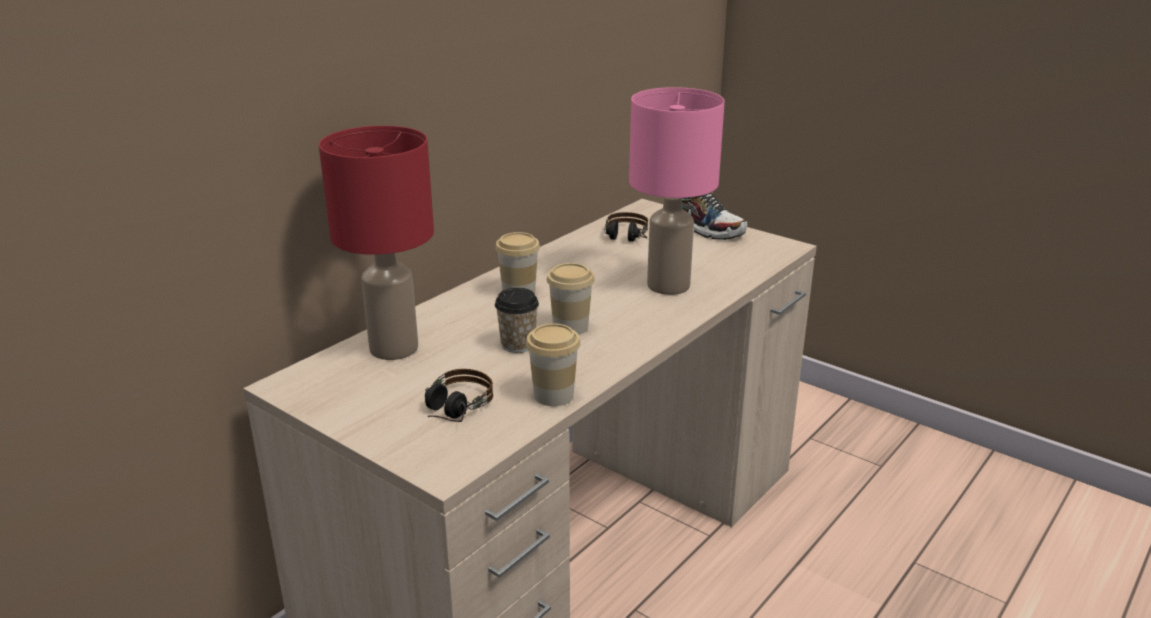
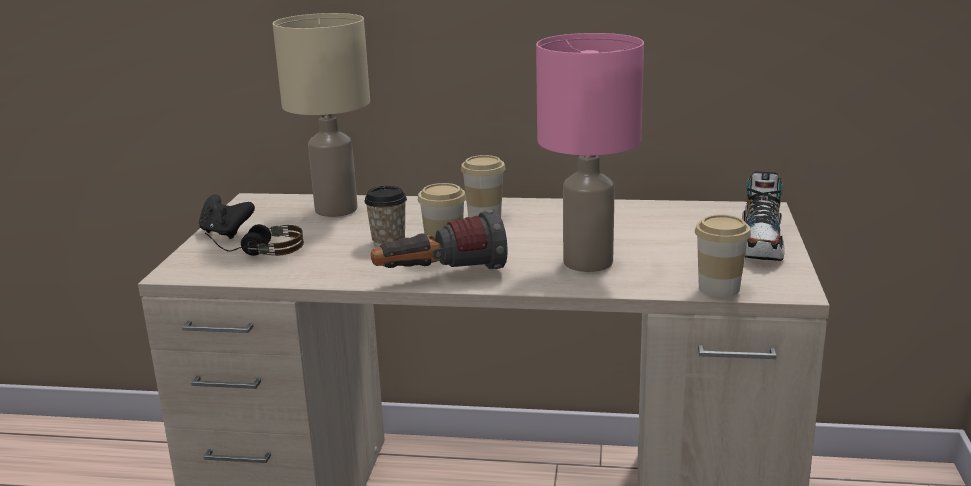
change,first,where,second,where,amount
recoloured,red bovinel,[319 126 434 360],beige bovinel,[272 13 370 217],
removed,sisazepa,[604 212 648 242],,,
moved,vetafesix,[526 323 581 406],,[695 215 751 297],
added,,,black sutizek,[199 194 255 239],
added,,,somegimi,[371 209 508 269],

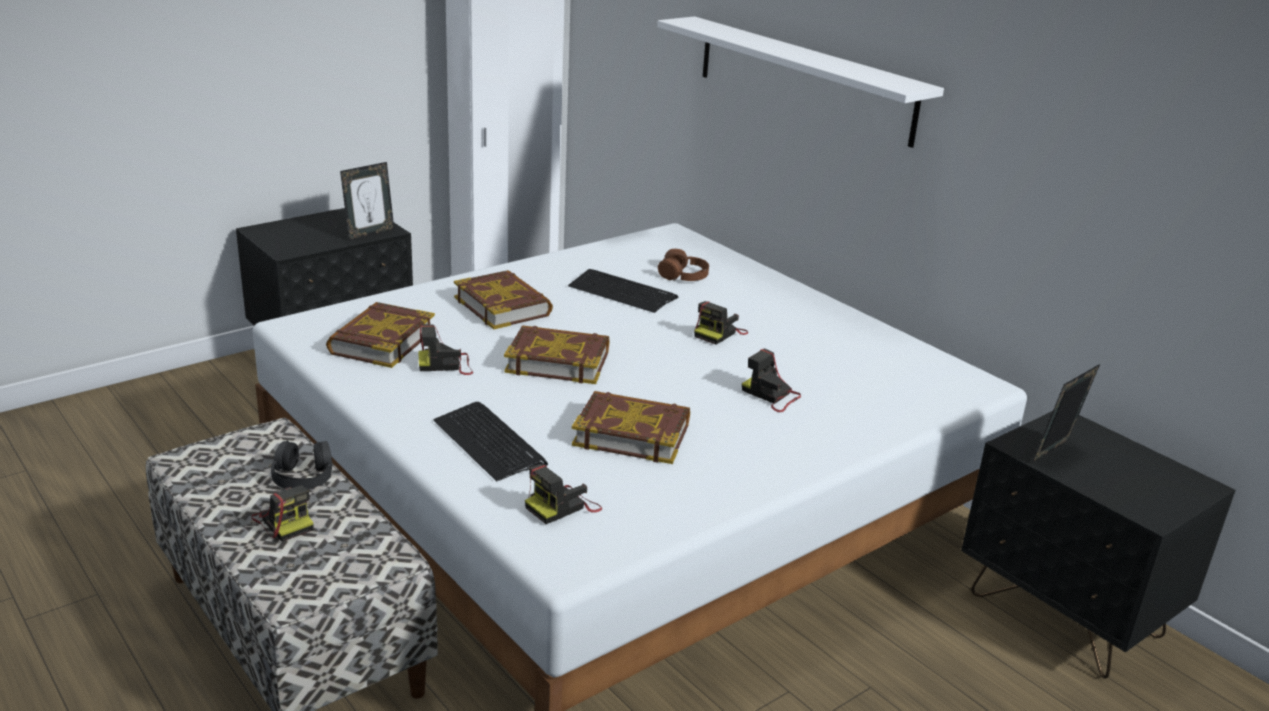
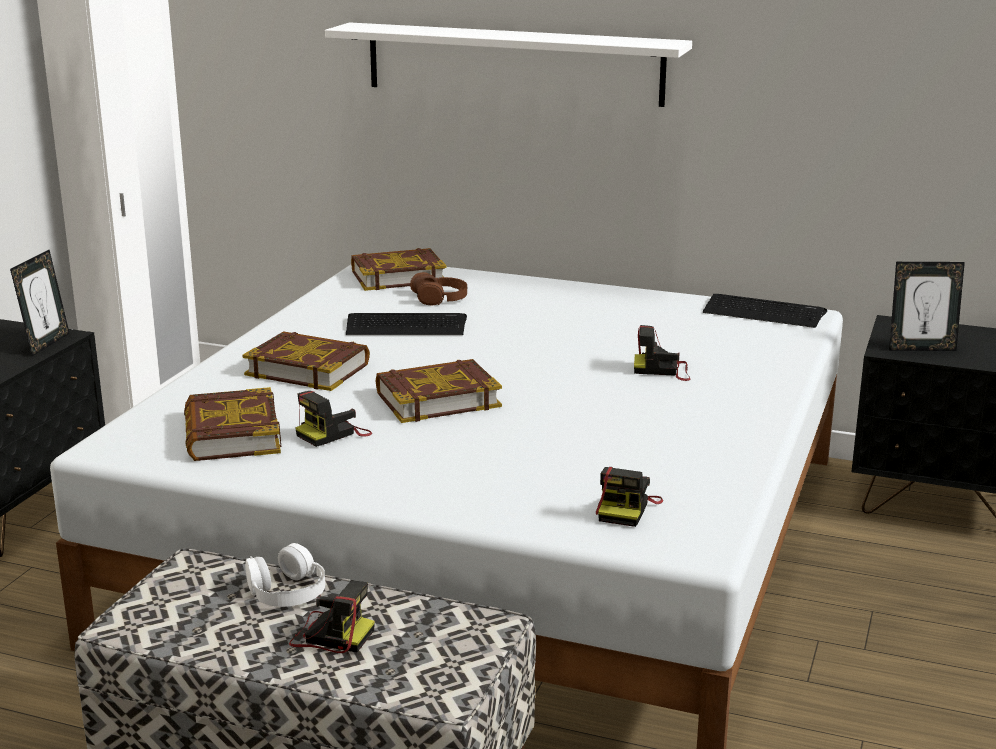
change,first,where,second,where,amount
removed,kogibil,[694 301 748 344],,,
turned,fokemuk,[1032 364 1100 463],,[889 262 965 351],105 degrees counterclockwise
moved,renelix,[572 391 690 464],,[351 248 446 291],
moved,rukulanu,[433 402 548 481],,[703 294 827 328],
recoloured,black sisazepa,[271 440 332 489],white sisazepa,[245 543 325 607],

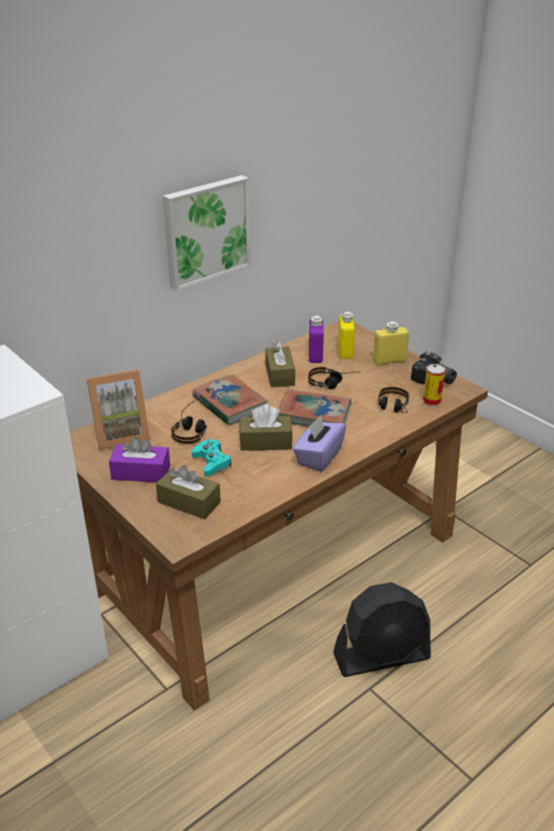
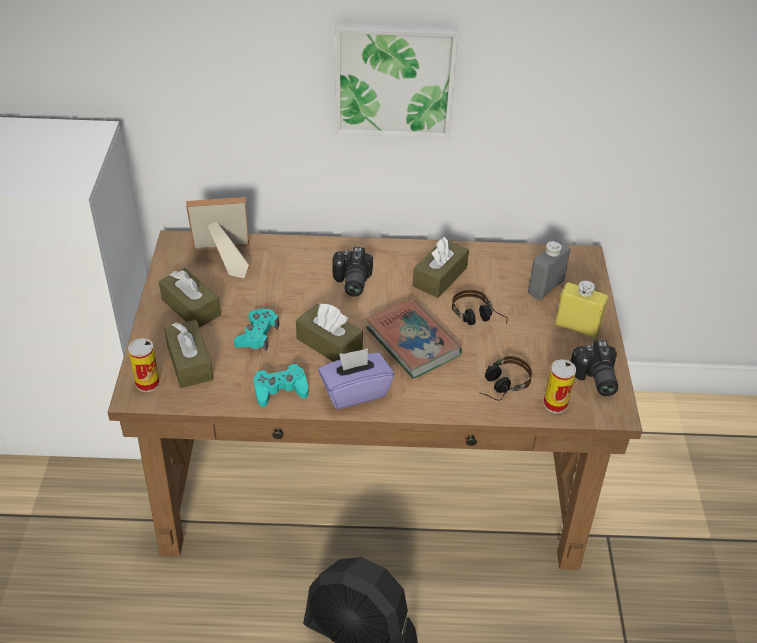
change,first,where,second,where,amount
recoloured,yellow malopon,[338 312 355 359],grey malopon,[528 241 571 300],
removed,purple malopon,[309 316 324 363],,,
turned,fokemuk,[86 369 151 450],,[186 197 249 278],150 degrees clockwise
replaced,renelix,[192 375 268 425],kogibil,[332 247 373 297],
removed,sisazepa,[171 401 207 444],,,
recoloured,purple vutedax,[109 436 170 483],brown vutedax,[159 268 221 328],
added,,,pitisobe,[128 338 160 392],
added,,,turquoise sutizek,[254 364 308 407],

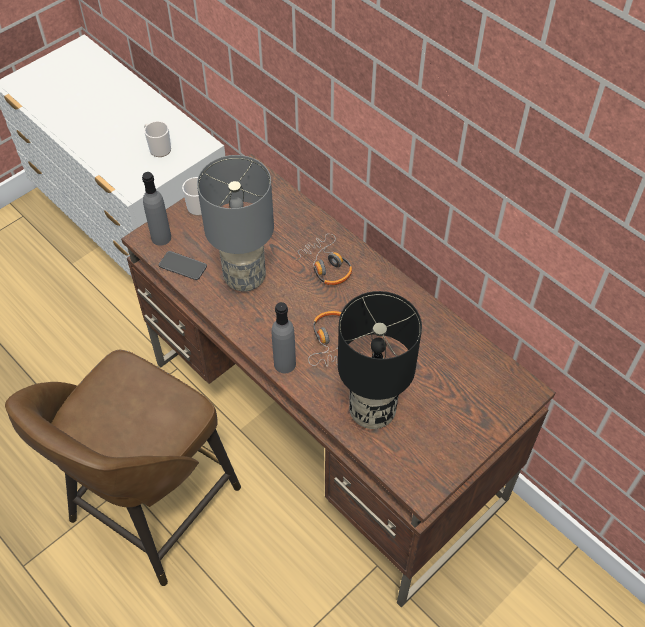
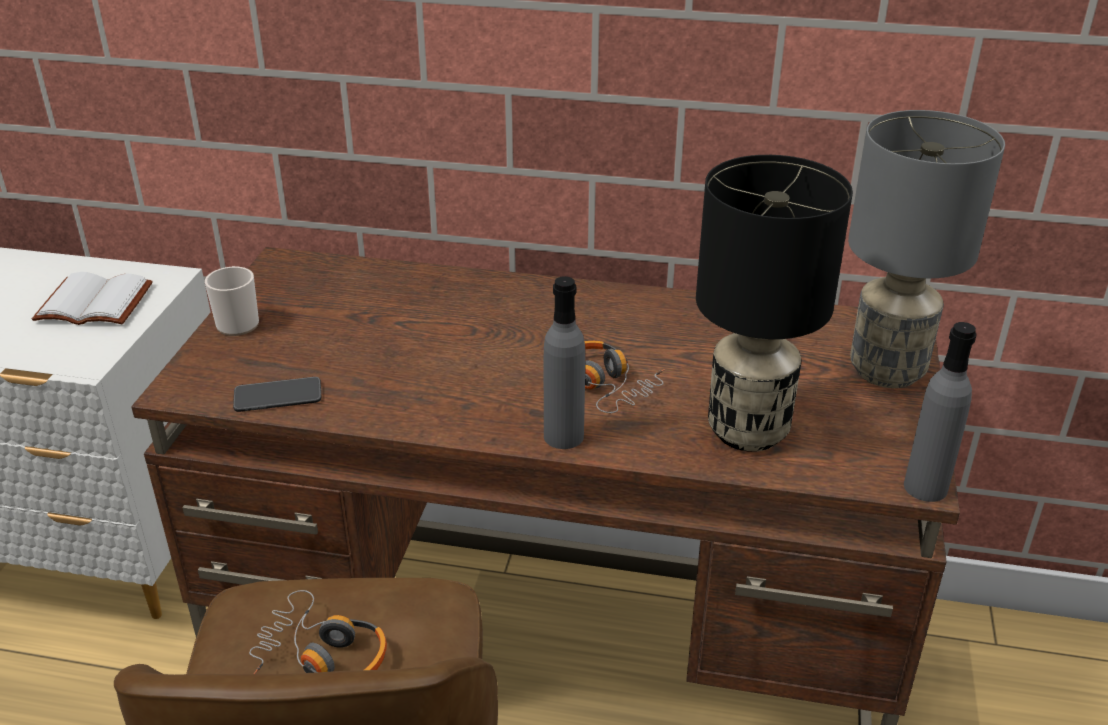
change,first,where,second,where,amount
replaced,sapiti,[144 121 171 157],white renelix,[32 272 153 325],
moved,grey bovinel,[197 155 274 292],,[848 110 1005 388],
moved,grey malopon,[142 172 171 246],,[904 322 976 502],
moved,sisazepa,[295 234 352 285],,[249 590 387 674],

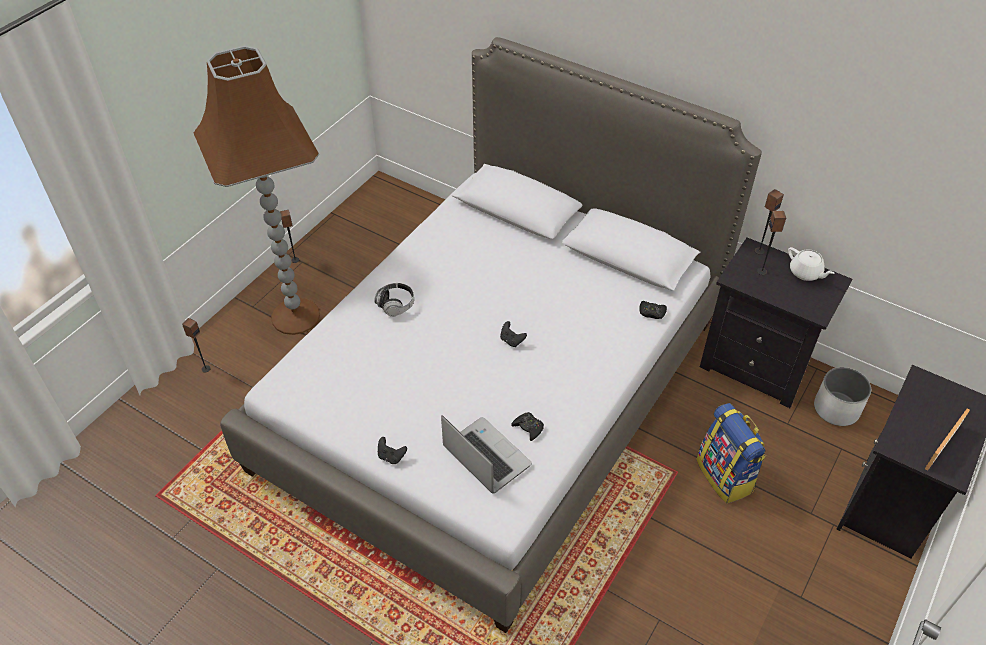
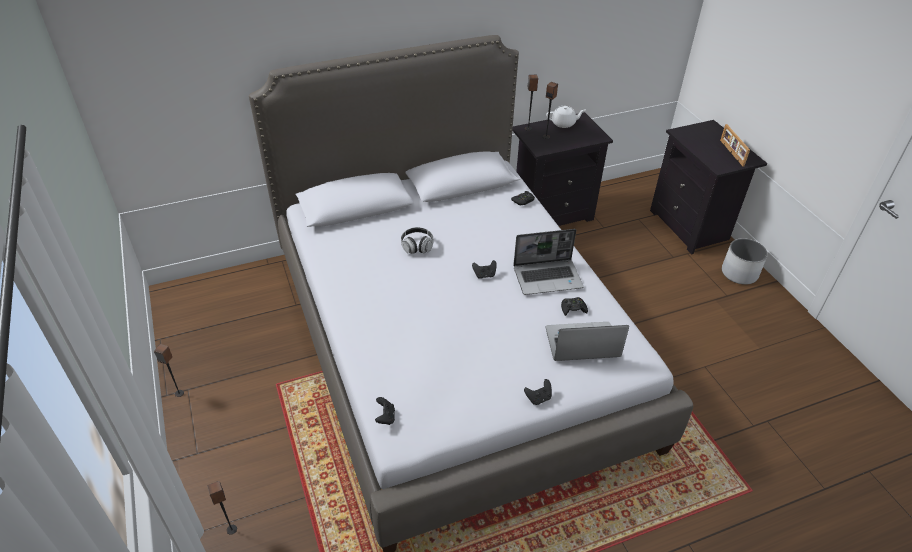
change,first,where,second,where,amount
removed,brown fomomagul,[193 45 320 335],,,
moved,sisazepa,[374 283 414 317],,[401 227 433 254],
moved,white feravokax,[814 367 871 426],,[722 238 768 285],
removed,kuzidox,[696 403 766 503],,,
added,,,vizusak,[513 229 584 295],
added,,,black sutizek,[375 397 395 425],

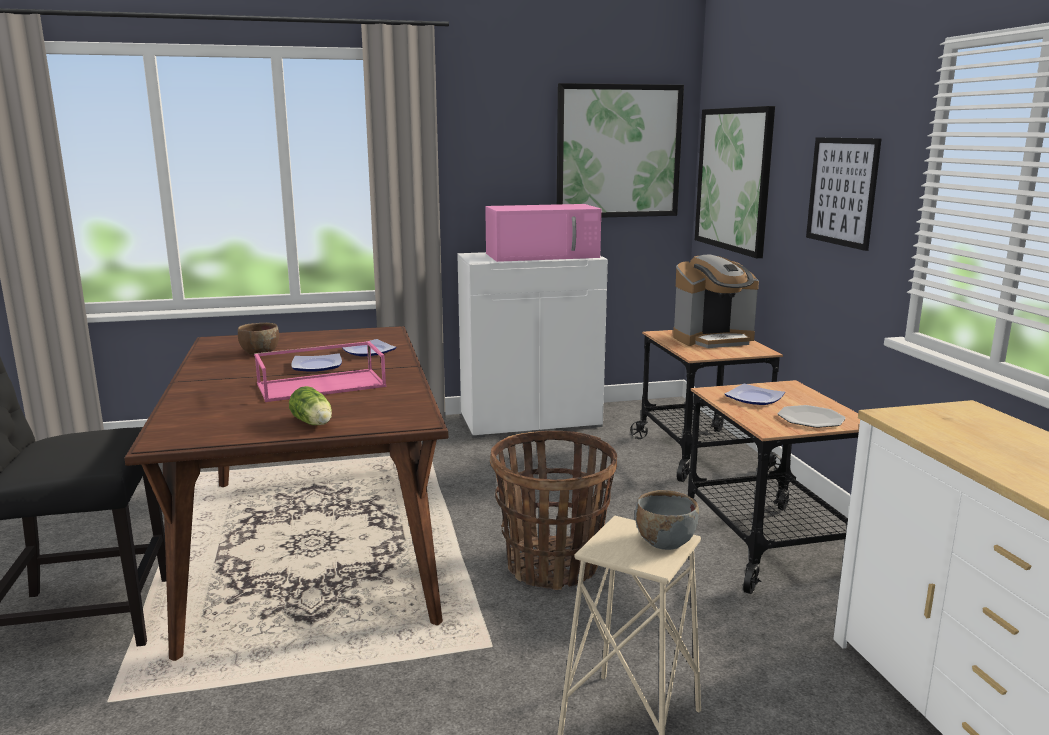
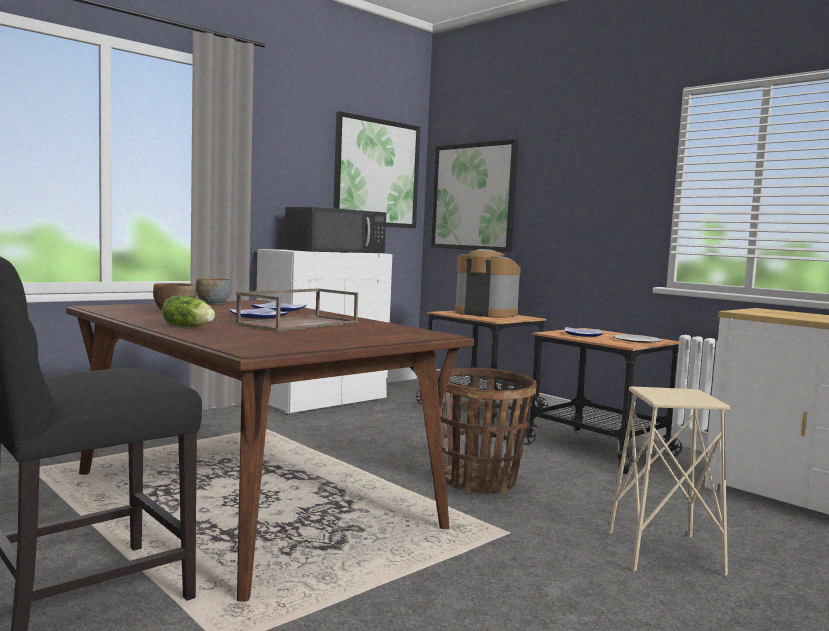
change,first,where,second,where,amount
removed,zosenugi,[806 137 881 251],,,
recoloured,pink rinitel,[485 204 601 262],black rinitel,[284 207 386 253],
turned,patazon,[673 255 759 348],,[455 249 521 318],105 degrees counterclockwise
recoloured,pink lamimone,[254 341 386 402],brown lamimone,[236 288 358 332],
moved,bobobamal,[289 386 332 425],,[162 296 215 327],
moved,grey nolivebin,[635 490 699 550],,[195 278 232 304],

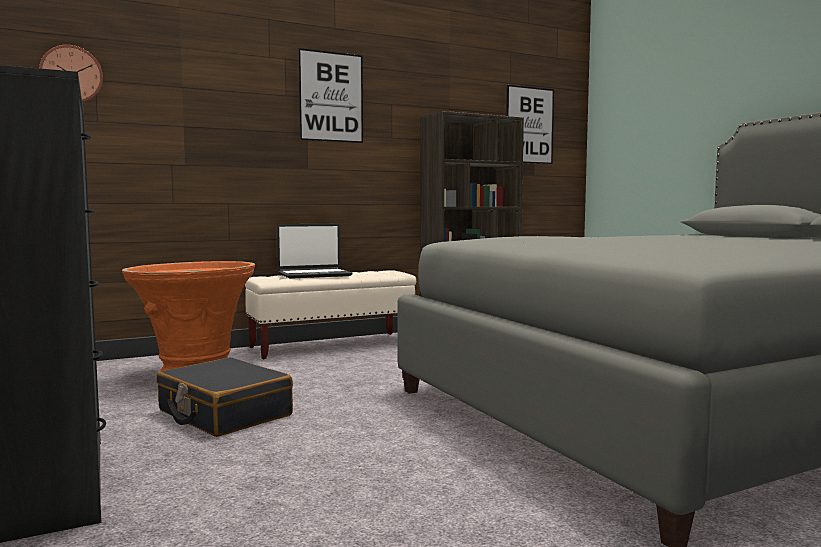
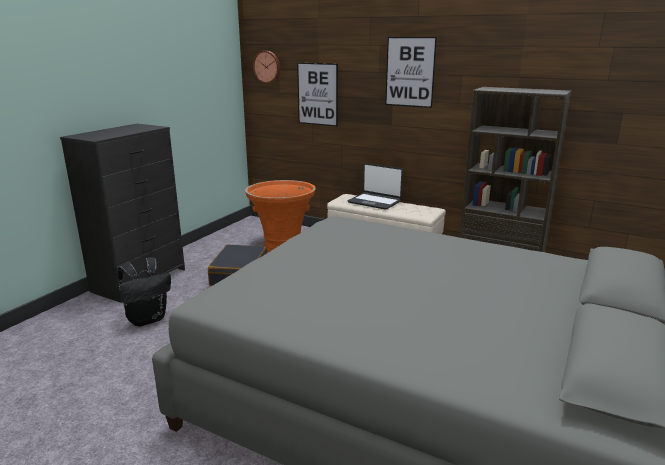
change,first,where,second,where,amount
moved,zosenugi,[506 85 554 164],,[297 63 338 126],
added,,,black kuzidox,[117 257 171 327],

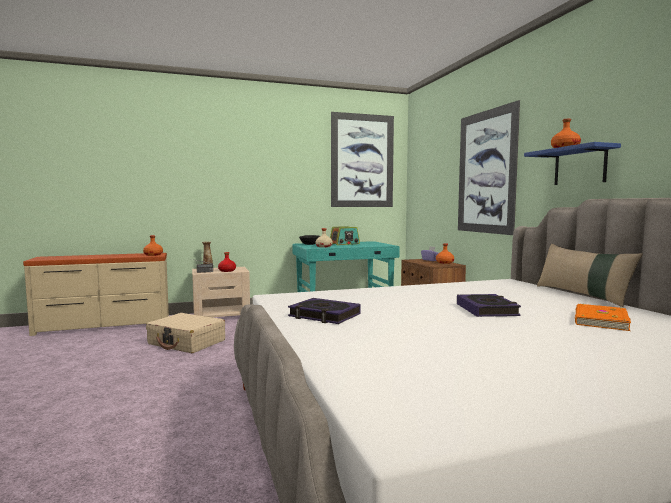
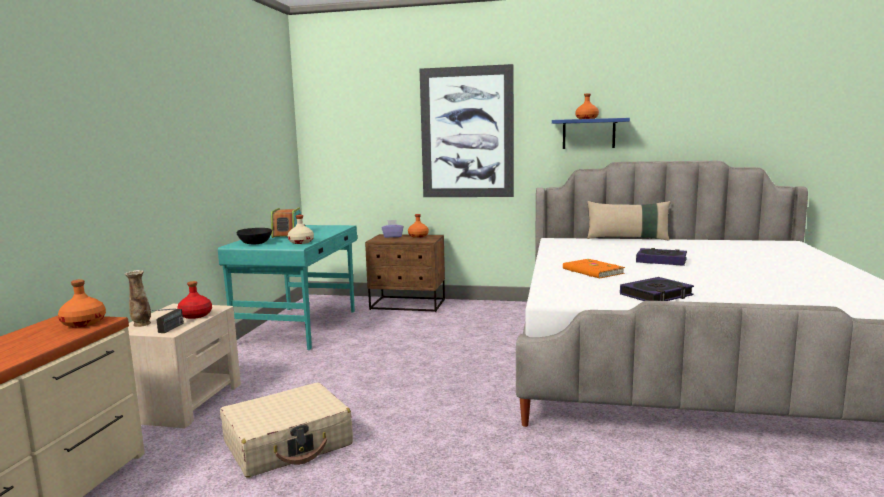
change,first,where,second,where,amount
removed,zosenugi,[331 112 394 207],,,
moved,orange renelix,[575 304 631 331],,[563 259 625 278],

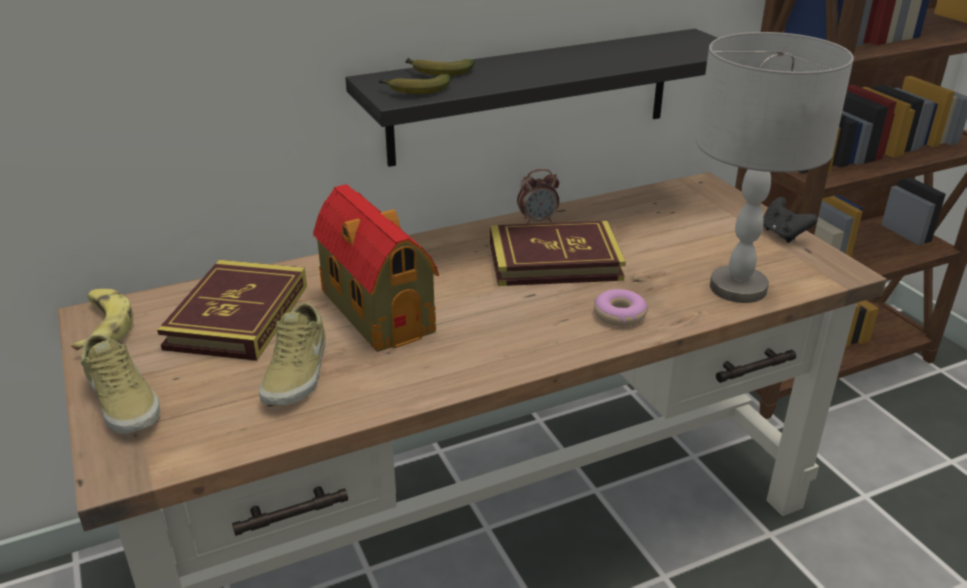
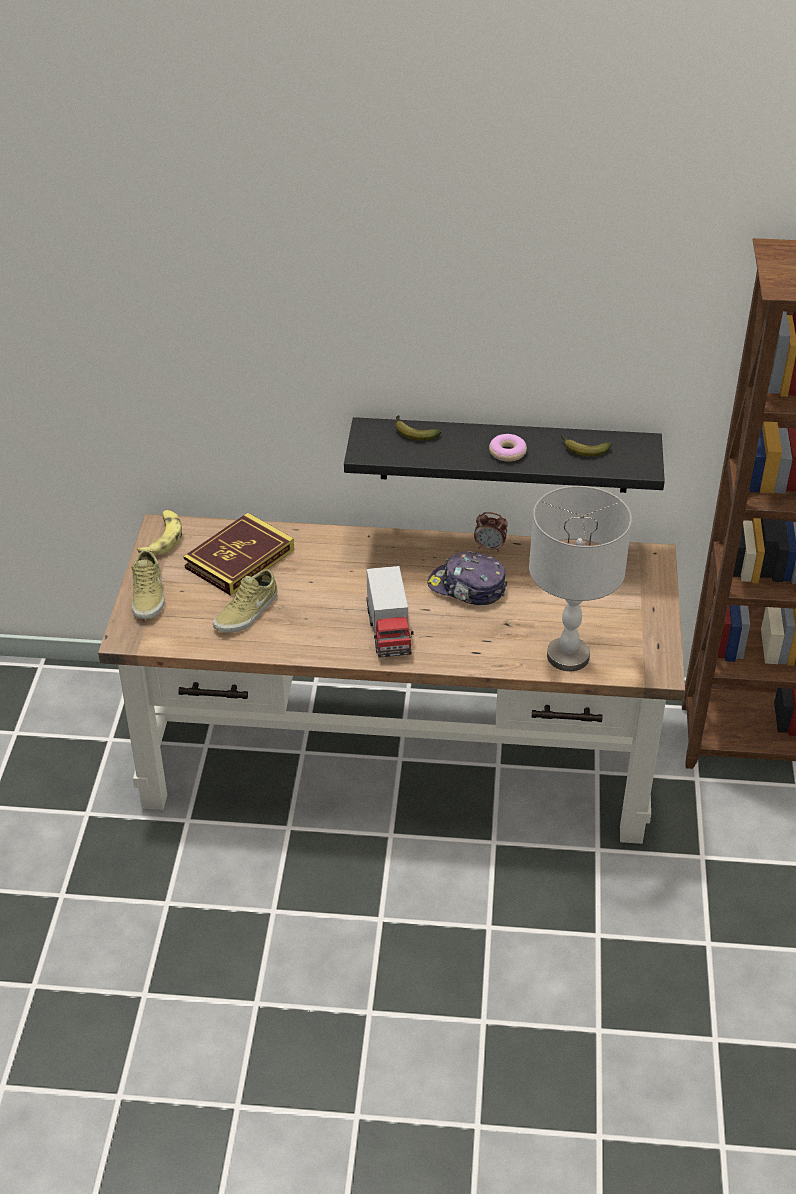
change,first,where,second,where,amount
moved,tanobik,[378 74 450 94],,[561 434 612 456],
removed,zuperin,[313 184 439 352],,,
removed,black sutizek,[763 197 818 243],,,
replaced,renelix,[490 221 626 286],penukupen,[427 551 508 605],
moved,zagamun,[594 289 648 326],,[489 434 527 462],
added,,,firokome,[366 566 413 658],

